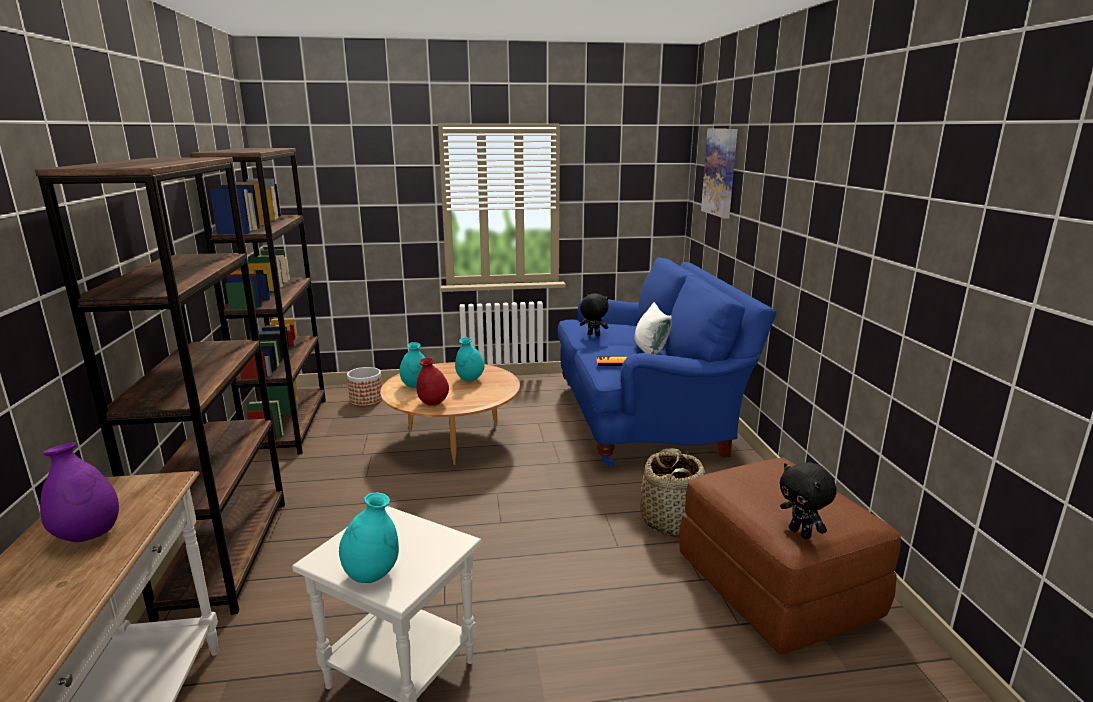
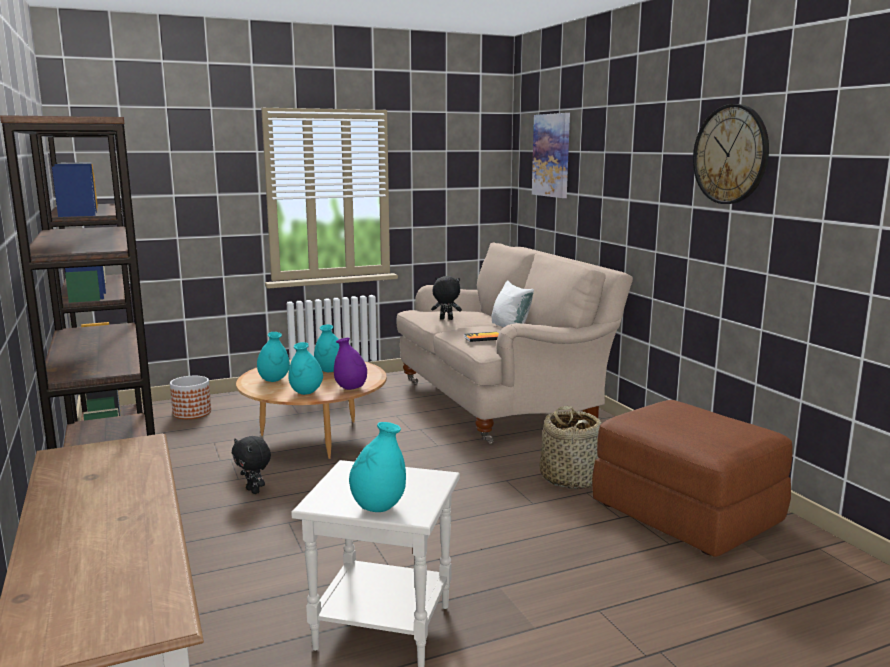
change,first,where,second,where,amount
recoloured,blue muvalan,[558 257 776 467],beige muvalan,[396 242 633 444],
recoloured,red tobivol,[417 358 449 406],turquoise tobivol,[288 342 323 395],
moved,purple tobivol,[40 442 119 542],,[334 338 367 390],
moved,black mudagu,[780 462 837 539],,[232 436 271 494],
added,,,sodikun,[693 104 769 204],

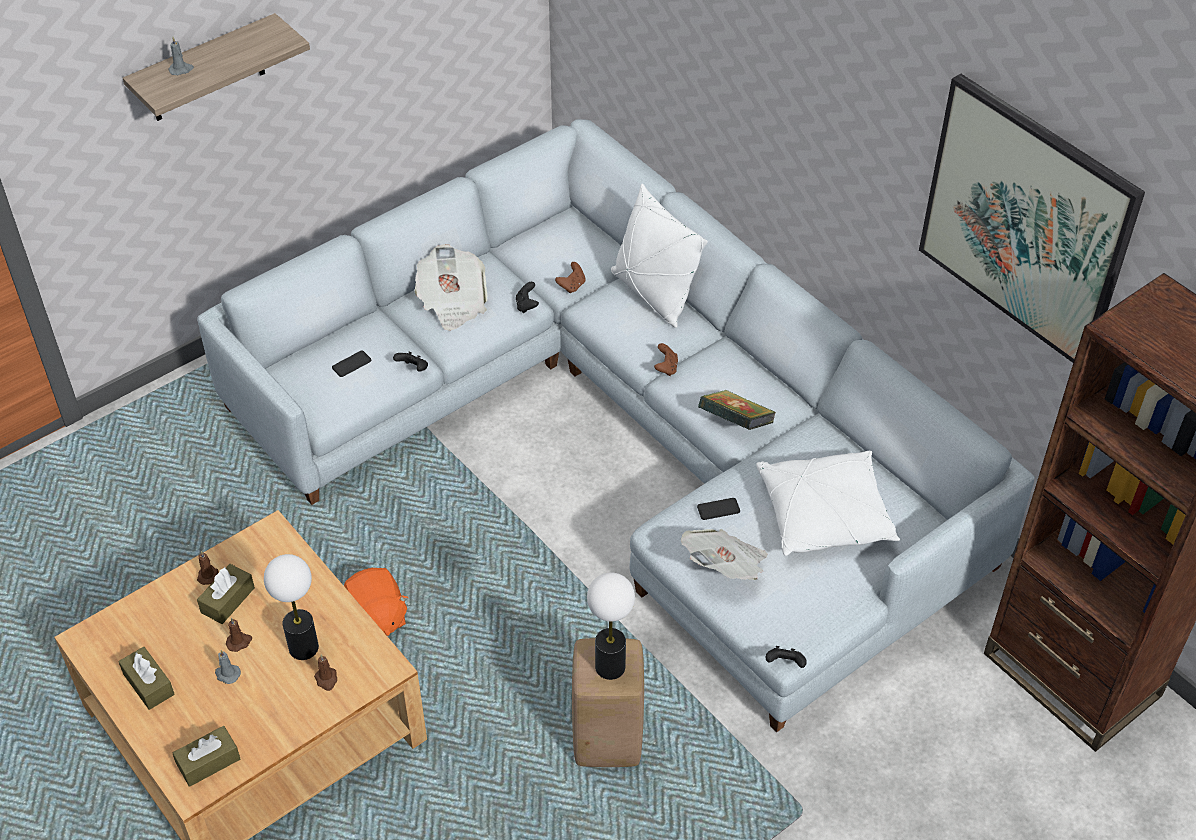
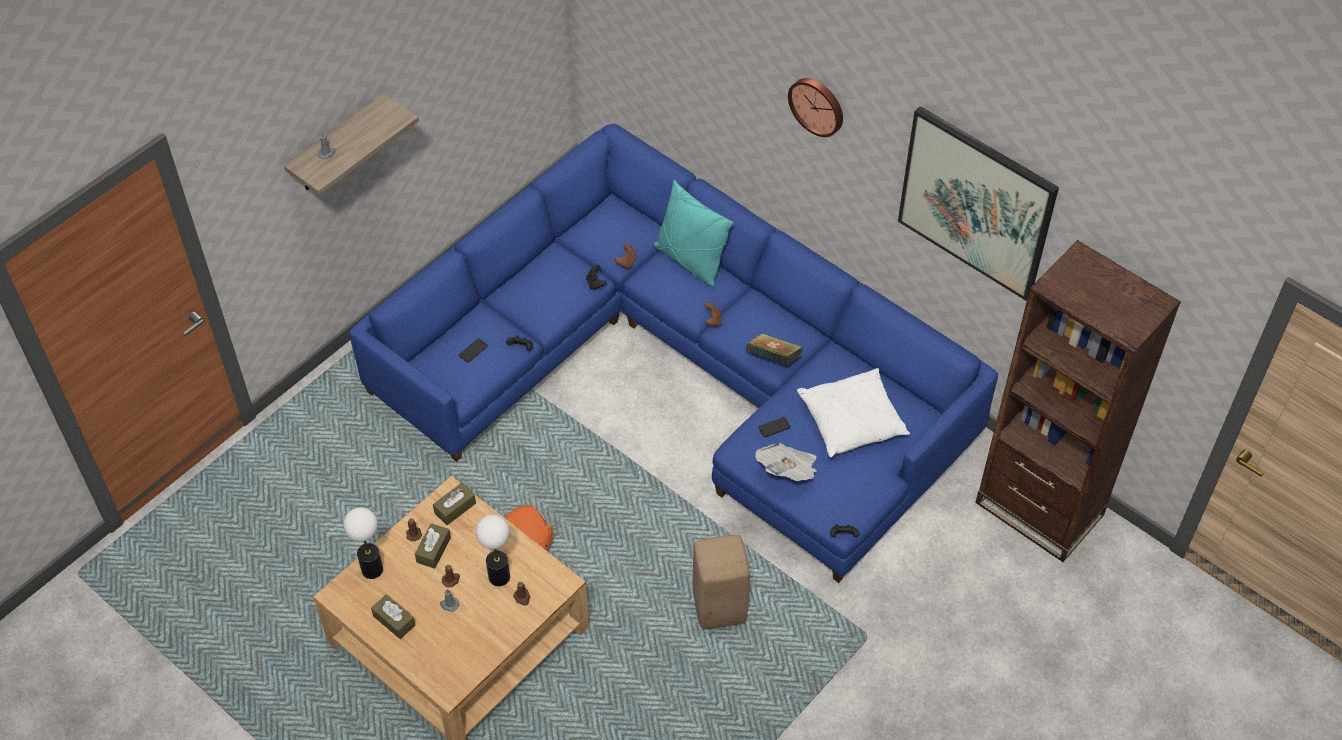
change,first,where,second,where,amount
recoloured,grey muvalan,[197 119 1035 732],blue muvalan,[349 124 998 583],
recoloured,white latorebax,[611 184 708 328],turquoise latorebax,[654 180 734 287],
removed,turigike,[414 244 487 331],,,
moved,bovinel,[587 572 635 680],,[343 507 383 579],
moved,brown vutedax,[173 726 240 787],,[433 483 476 525],
added,,,sodikun,[788 78 843 137],

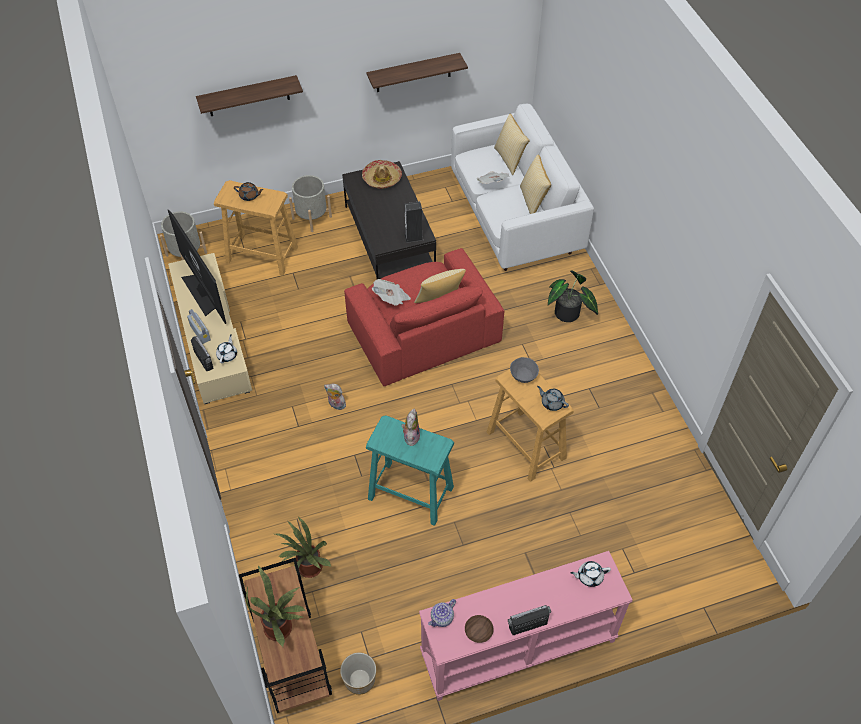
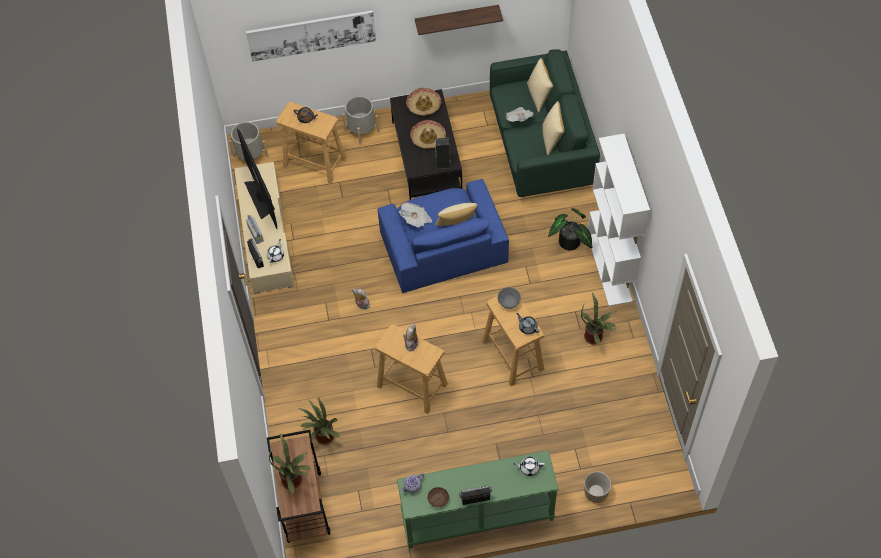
change,first,where,second,where,amount
replaced,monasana,[196 75 303 116],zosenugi,[246 10 376 62],
recoloured,white muvalan,[451 104 594 271],green muvalan,[490 49 600 197],
recoloured,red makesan,[344 248 504 386],blue makesan,[378 179 509 293],
recoloured,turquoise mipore,[366 416 454 526],beige mipore,[375 324 448 414],
recoloured,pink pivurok,[419 551 633 701],green pivurok,[397 450 559 549],
moved,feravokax,[340 652 376 695],,[584 471 611 503],
added,,,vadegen,[410 120 446 149],
added,,,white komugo,[588 134 650 306],
added,,,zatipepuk,[581 293 616 346],

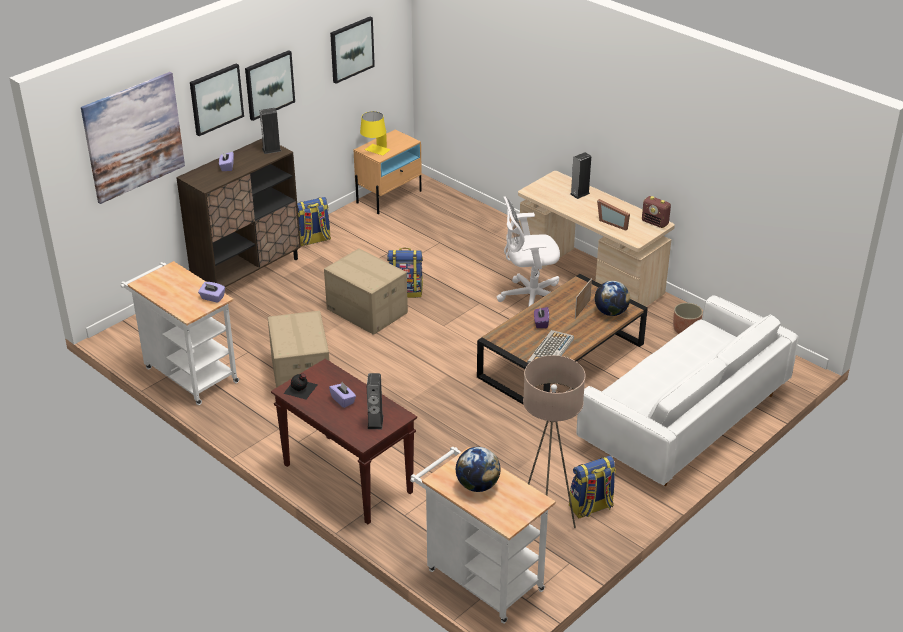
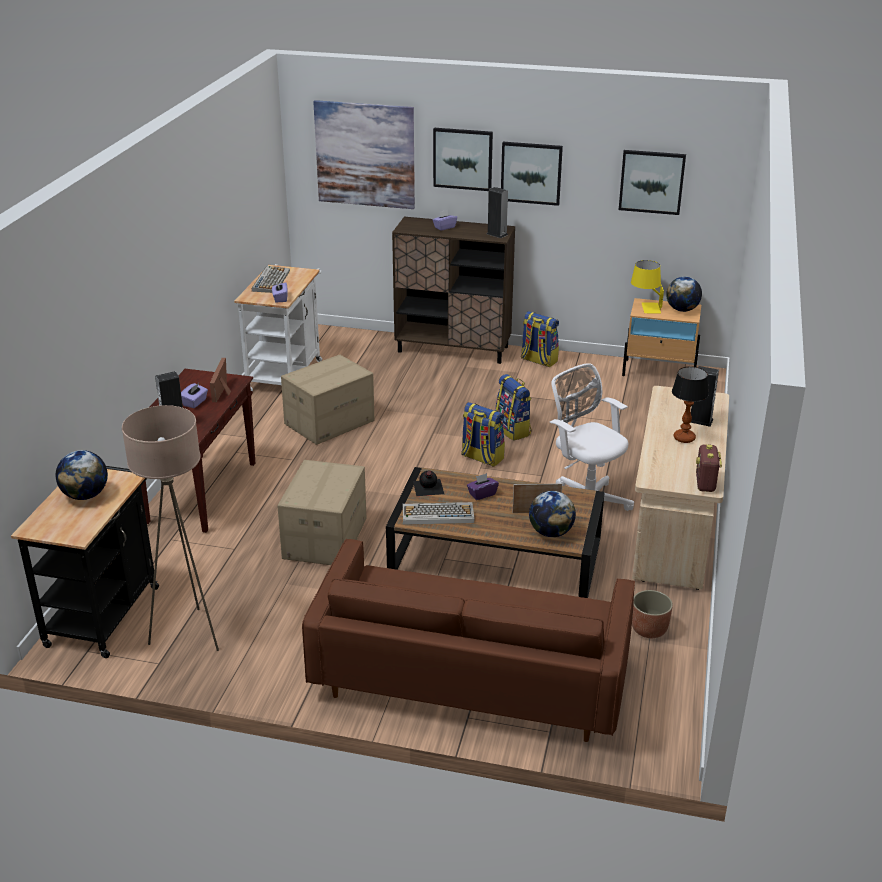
change,first,where,second,where,amount
moved,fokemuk,[597 199 630 231],,[210 358 231 402],
moved,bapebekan,[324 248 408 335],,[277 460 366 565],
recoloured,white muvalan,[577 295 798 486],brown muvalan,[302 539 635 742],
moved,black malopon,[284 373 318 400],,[413 471 444 496],
recoloured,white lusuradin,[410 446 556 624],black lusuradin,[11 466 159 658],
moved,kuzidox,[569 456 616 519],,[461 402 505 467],
added,,,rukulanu,[252 266 290 293],
added,,,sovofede,[666 276 702 312],
added,,,bovinel,[672 366 709 443],

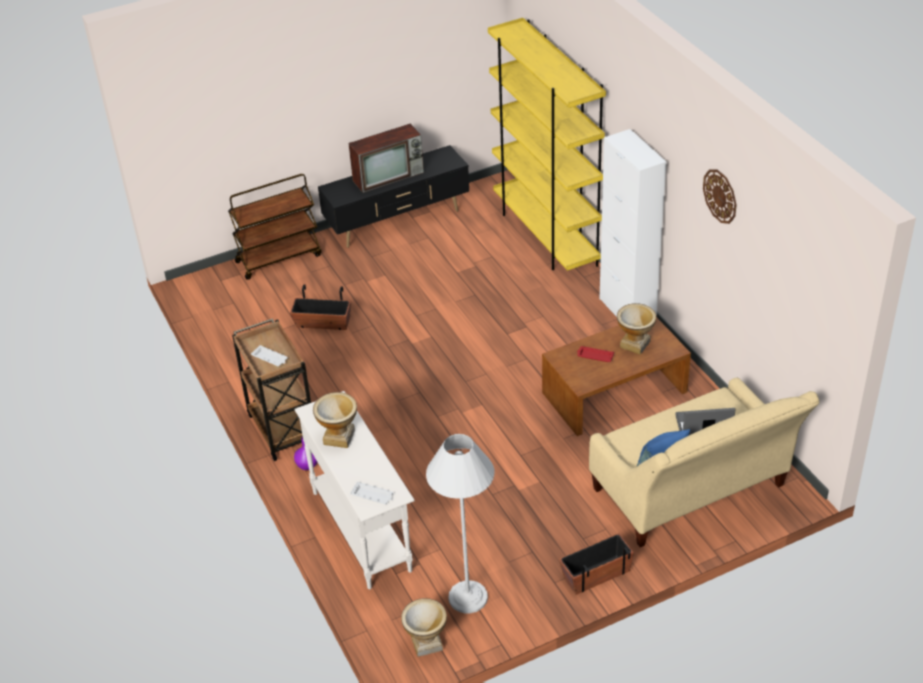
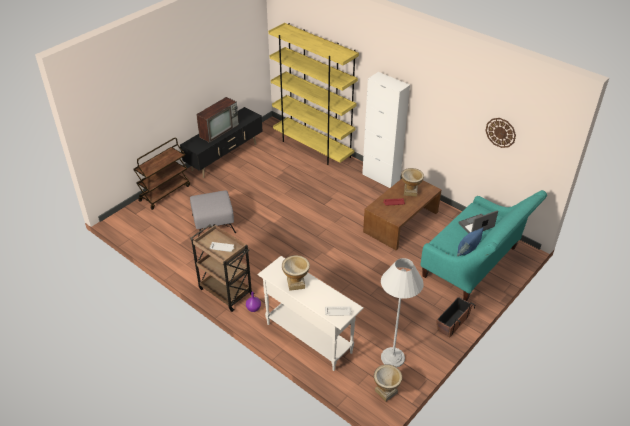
change,first,where,second,where,amount
moved,sodikun,[703 169 737 224],,[485 118 516 148],
replaced,feravokax,[290 285 351 330],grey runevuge,[190 190 236 237],
recoloured,beige muvalan,[589 378 820 547],turquoise muvalan,[421 190 547 301],

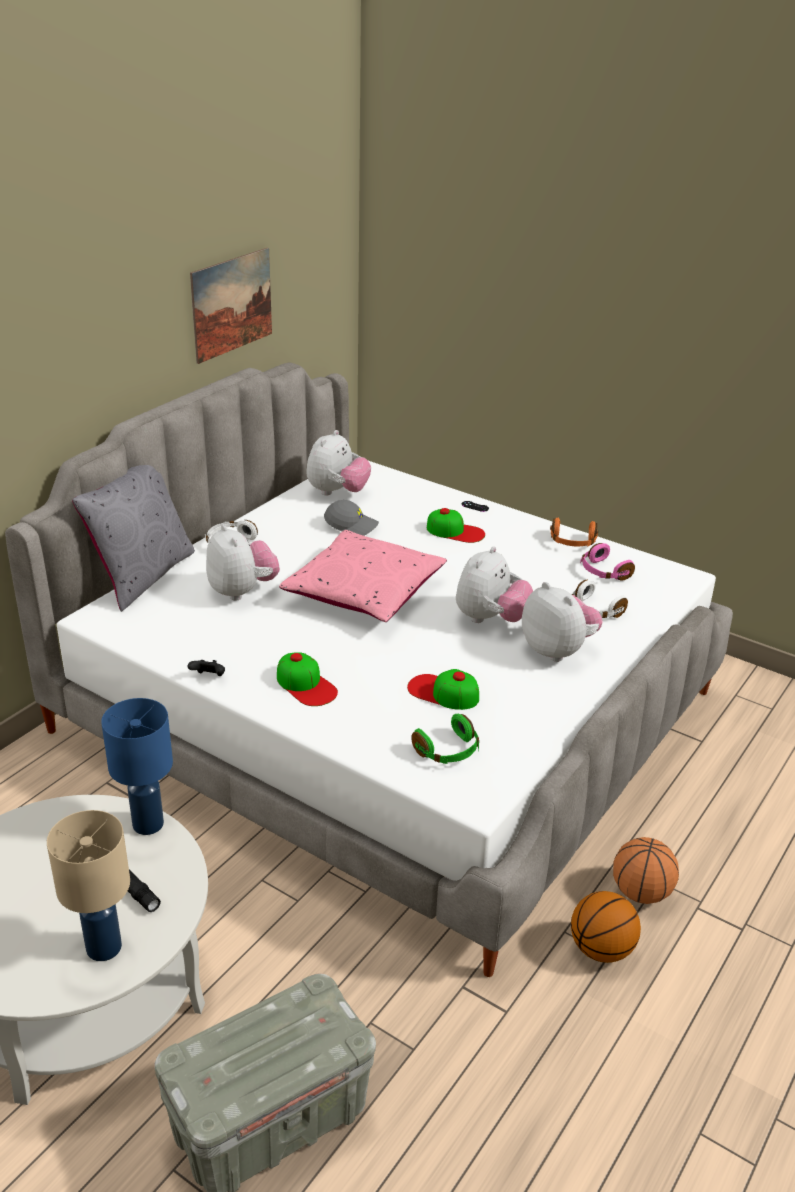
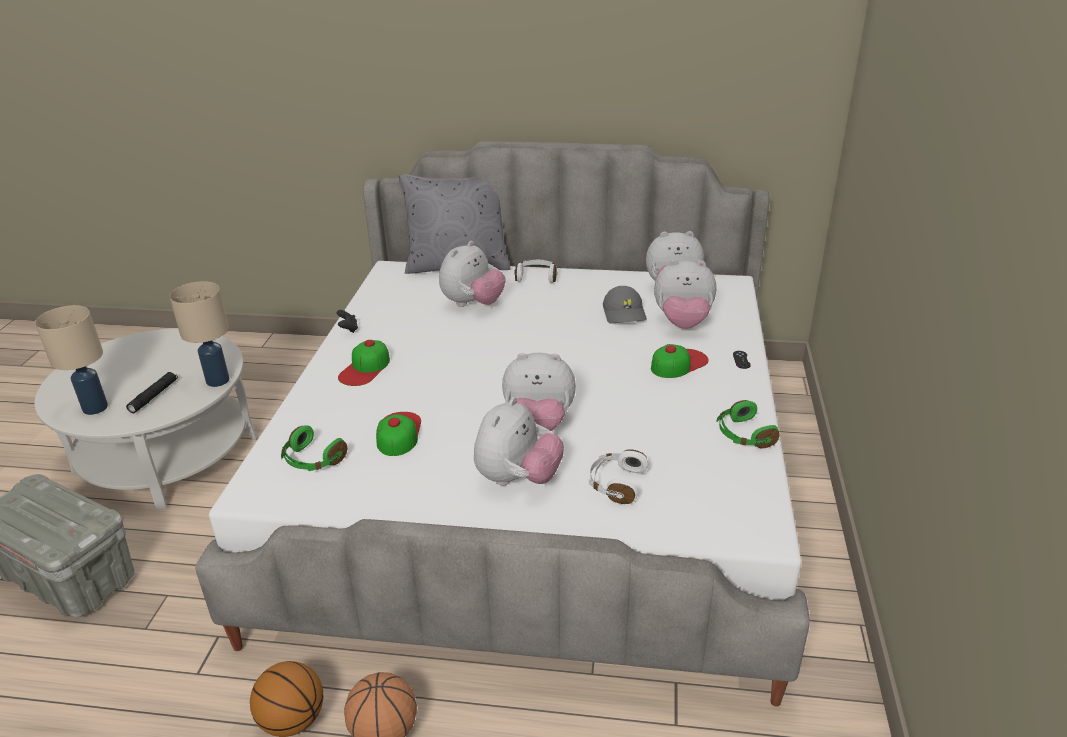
change,first,where,second,where,amount
removed,zosenugi,[190 248 272 364],,,
turned,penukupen,[427 508 485 543],,[651 344 709 378],120 degrees counterclockwise
recoloured,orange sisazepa,[550 517 598 547],green sisazepa,[716 400 779 448],
removed,pink latorebax,[279 530 447 622],,,
removed,pink sisazepa,[580 543 635 581],,,
recoloured,blue bovinel,[101 698 173 835],beige bovinel,[169 281 229 387],
added,,,mudagu,[654 260 716 329],

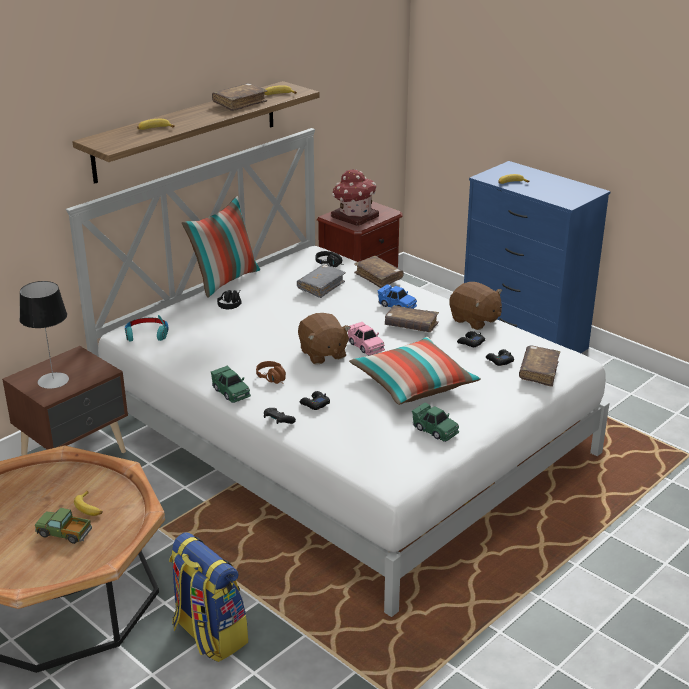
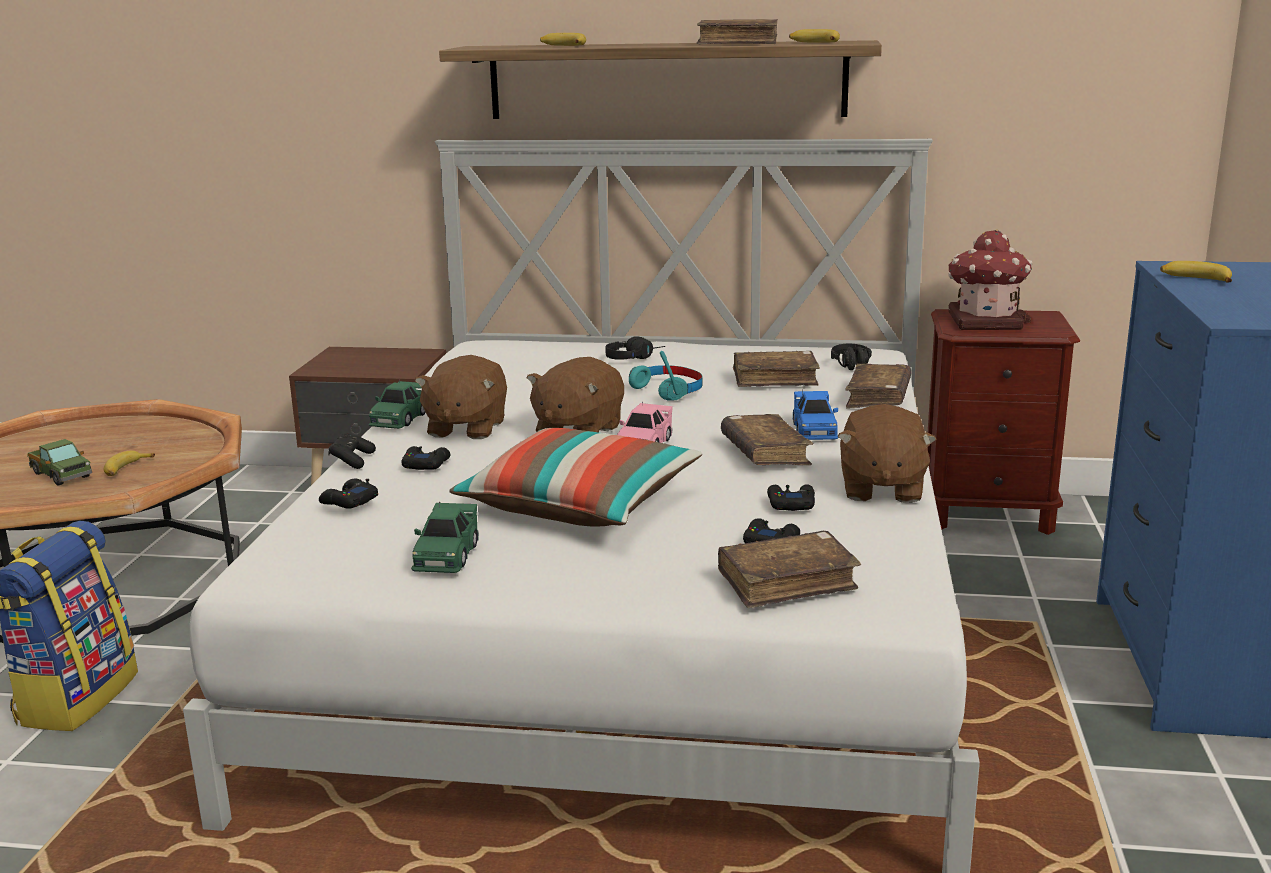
change,first,where,second,where,amount
removed,latorebax,[182 196 260 298],,,
recoloured,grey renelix,[297 265 346 298],brown renelix,[733 351 820 387],
removed,bovinel,[20 281 69 389],,,
moved,turquoise sisazepa,[125 315 169 341],,[629 351 703 401],
replaced,brown sisazepa,[256 361 286 384],brown mudagu,[414 355 507 439],
turned,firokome,[35 508 92 544],,[27 439 92 485],150 degrees clockwise
added,,,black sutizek,[319 479 378 509],

